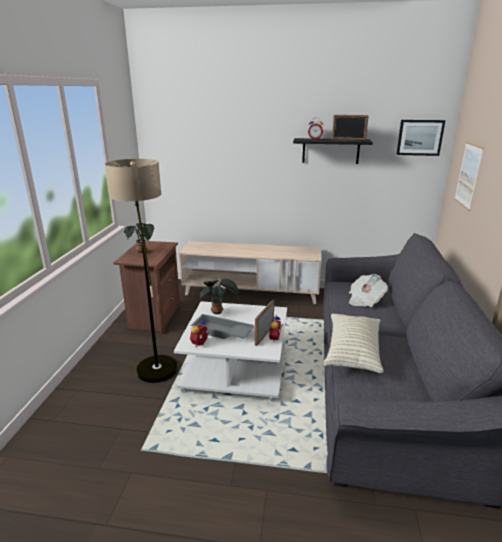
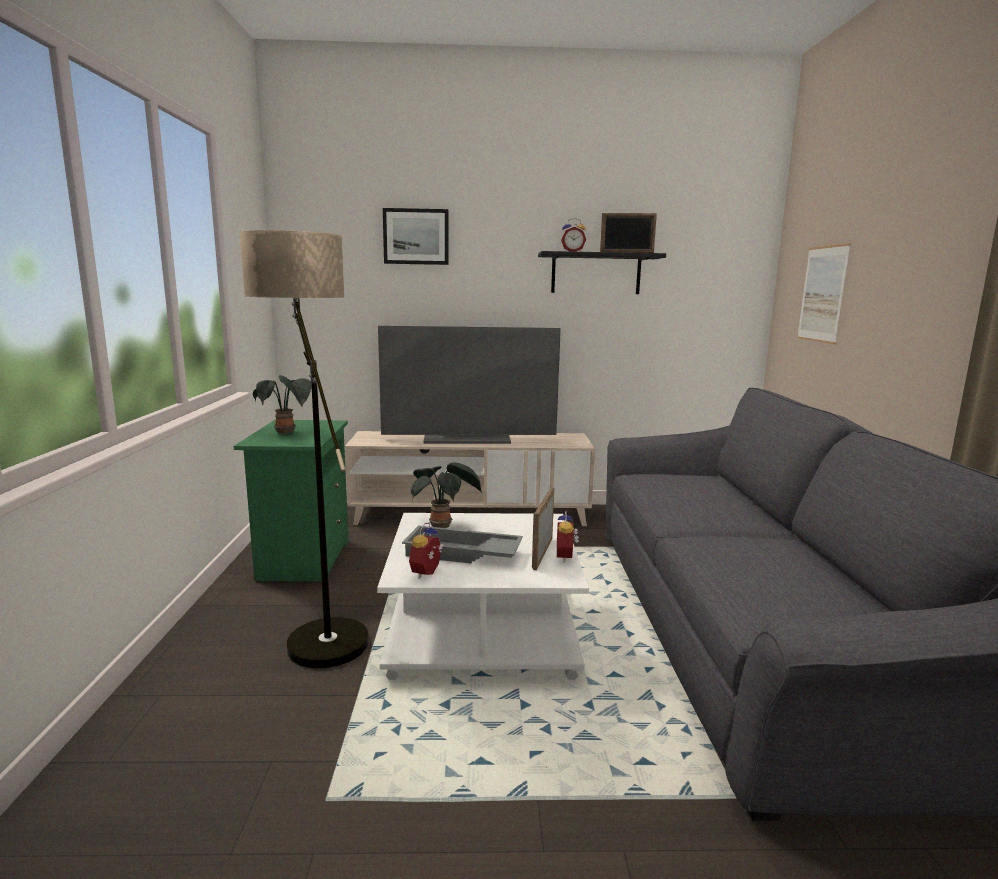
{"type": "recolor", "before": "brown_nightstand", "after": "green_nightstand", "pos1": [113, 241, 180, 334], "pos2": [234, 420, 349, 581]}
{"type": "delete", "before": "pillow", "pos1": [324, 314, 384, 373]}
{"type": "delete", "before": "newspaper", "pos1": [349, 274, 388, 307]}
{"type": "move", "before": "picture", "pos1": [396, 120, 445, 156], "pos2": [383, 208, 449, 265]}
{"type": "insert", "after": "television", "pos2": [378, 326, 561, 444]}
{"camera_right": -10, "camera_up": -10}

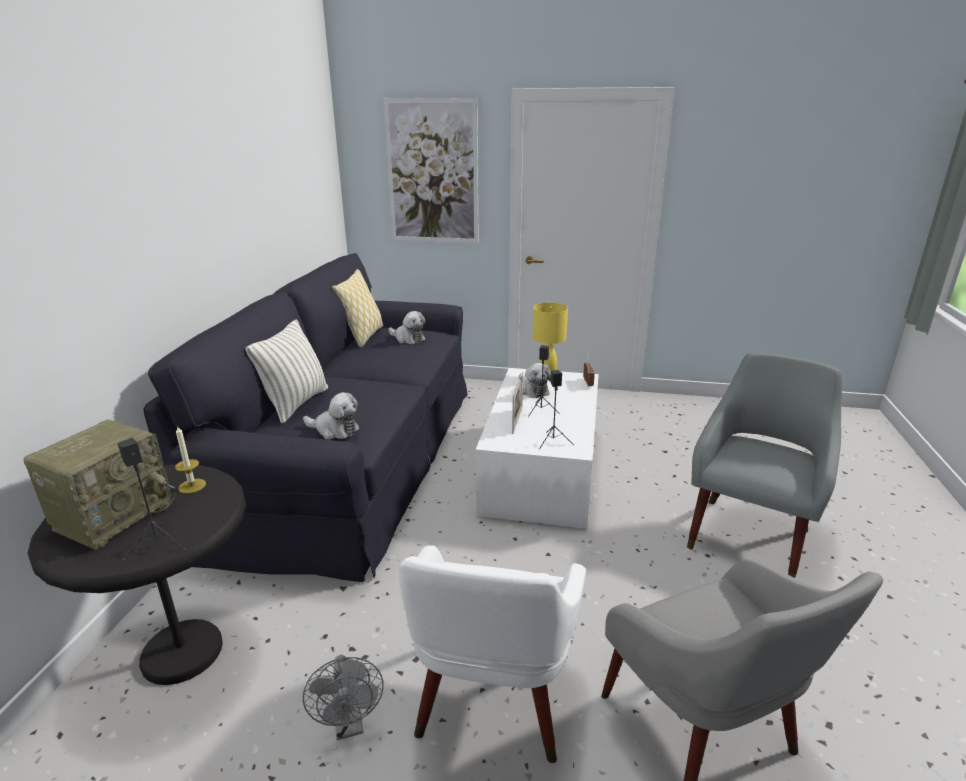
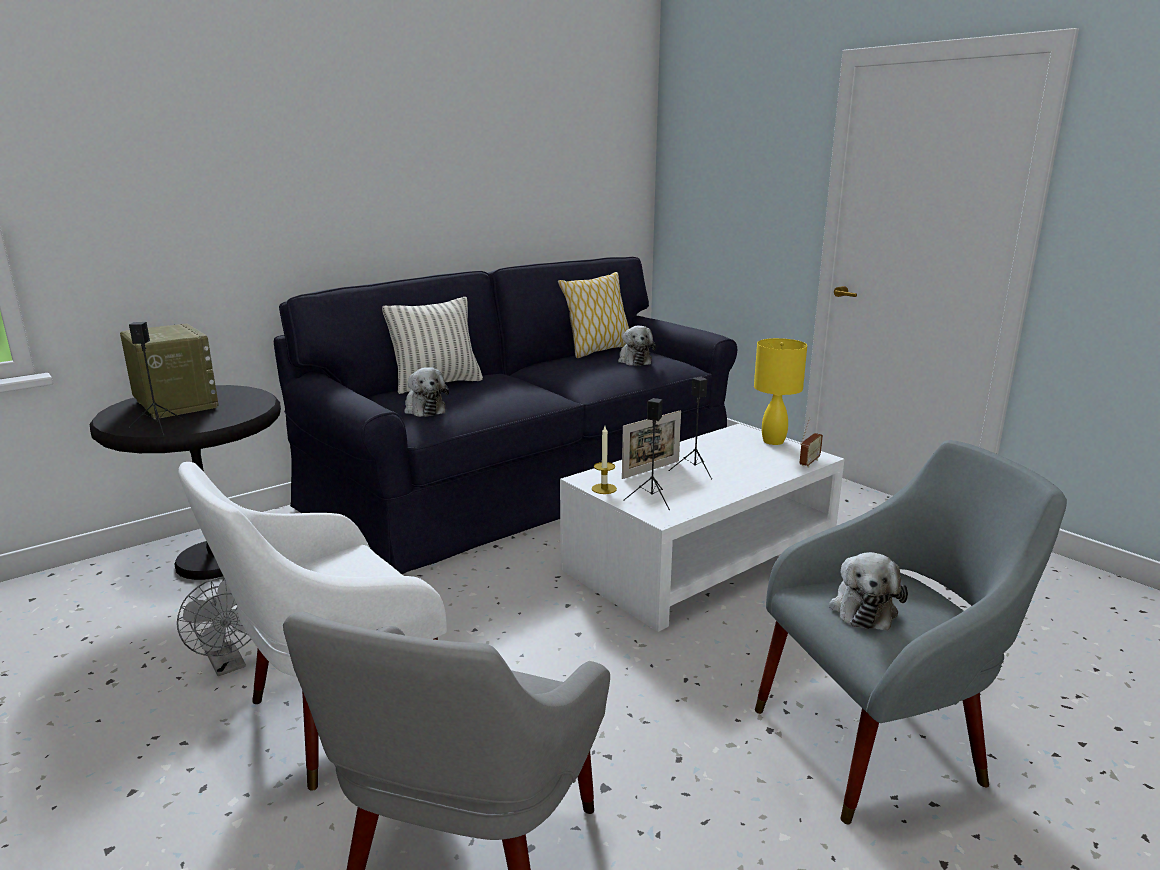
{"type": "rotate", "before": "radio", "pos1": [23, 420, 176, 550], "pos2": [120, 323, 219, 419], "turn": -105}
{"type": "move", "before": "candle", "pos1": [175, 425, 206, 494], "pos2": [592, 426, 617, 494]}
{"type": "rotate", "before": "grey_fan", "pos1": [303, 655, 384, 740], "pos2": [177, 577, 251, 676], "turn": -60}
{"type": "delete", "before": "picture", "pos1": [383, 98, 479, 243]}
{"type": "move", "before": "plush_toy", "pos1": [519, 363, 551, 398], "pos2": [829, 552, 908, 631]}
{"camera_right": 40, "camera_up": -5}

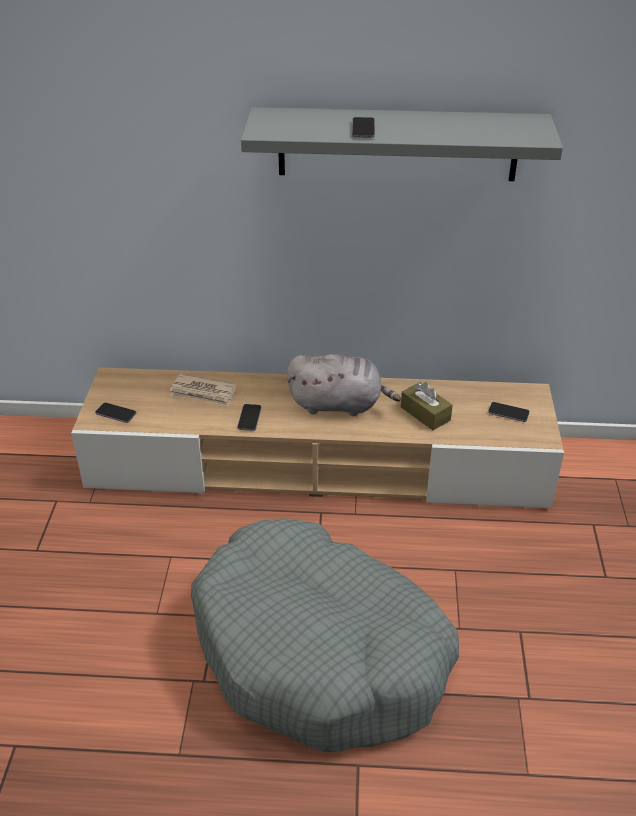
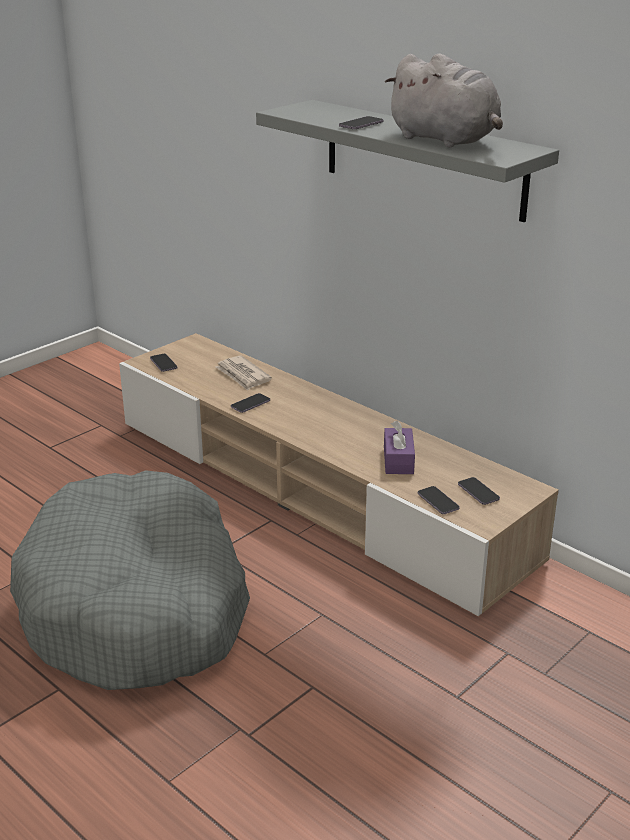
{"type": "move", "before": "grey_plush_toy", "pos1": [287, 354, 401, 416], "pos2": [385, 53, 503, 148]}
{"type": "recolor", "before": "brown_tissue_box", "after": "purple_tissue_box", "pos1": [401, 382, 453, 430], "pos2": [384, 420, 415, 474]}
{"type": "insert", "after": "phone", "pos2": [418, 486, 460, 514]}
{"camera_right": 40, "camera_up": -10}

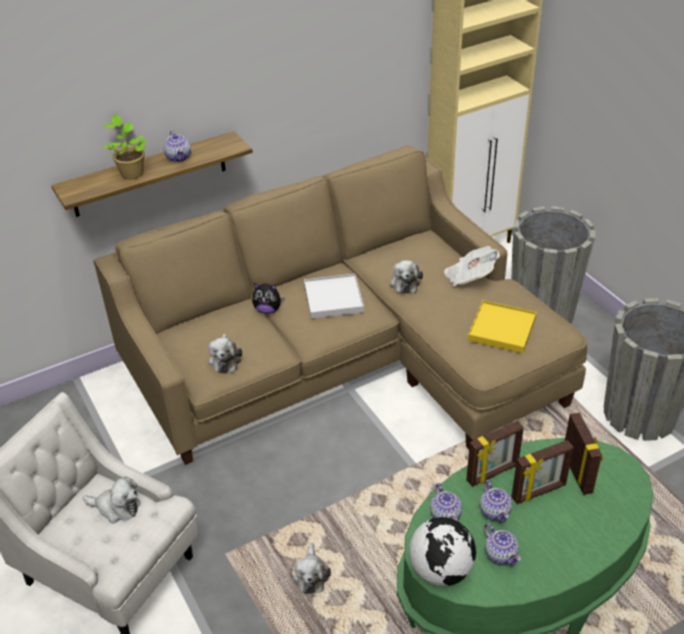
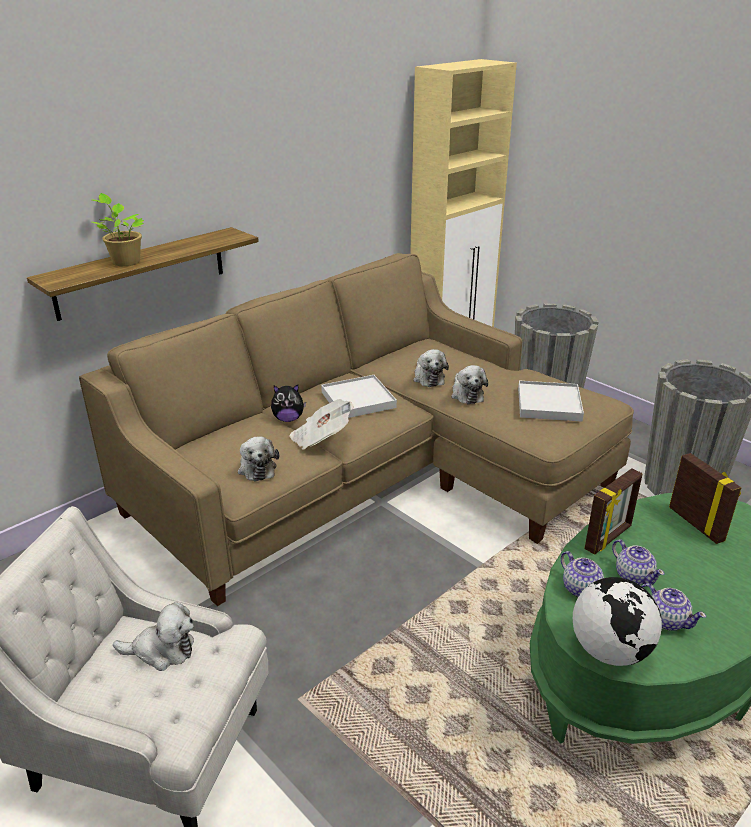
{"type": "delete", "before": "teapot", "pos1": [164, 131, 191, 162]}
{"type": "move", "before": "plush_toy", "pos1": [293, 543, 331, 594], "pos2": [451, 365, 488, 404]}
{"type": "move", "before": "newspaper", "pos1": [444, 246, 500, 286], "pos2": [289, 399, 354, 450]}
{"type": "recolor", "before": "yellow_tray", "after": "white_tray", "pos1": [468, 300, 536, 353], "pos2": [518, 381, 584, 422]}
{"type": "delete", "before": "picture_frame", "pos1": [511, 440, 574, 504]}
{"camera_right": -15, "camera_up": -10}

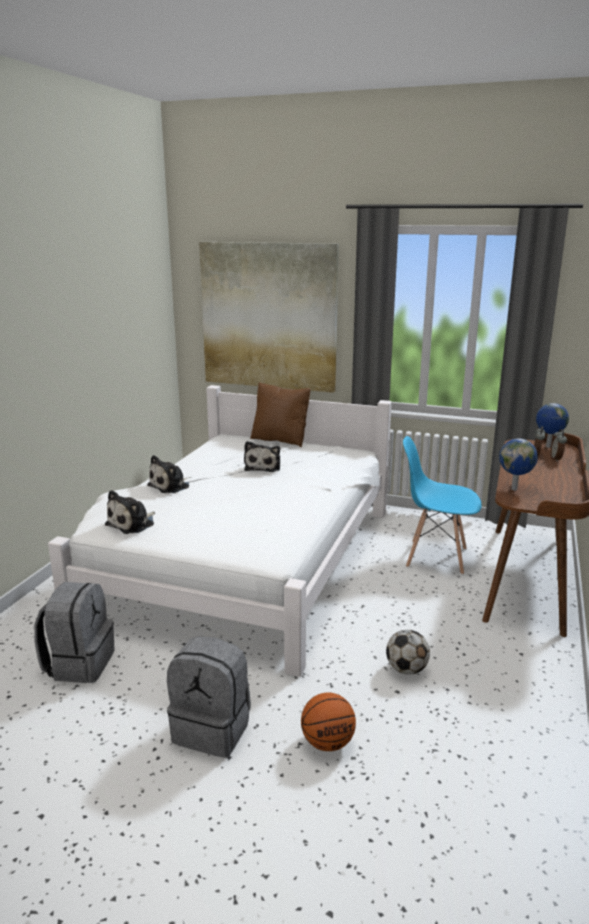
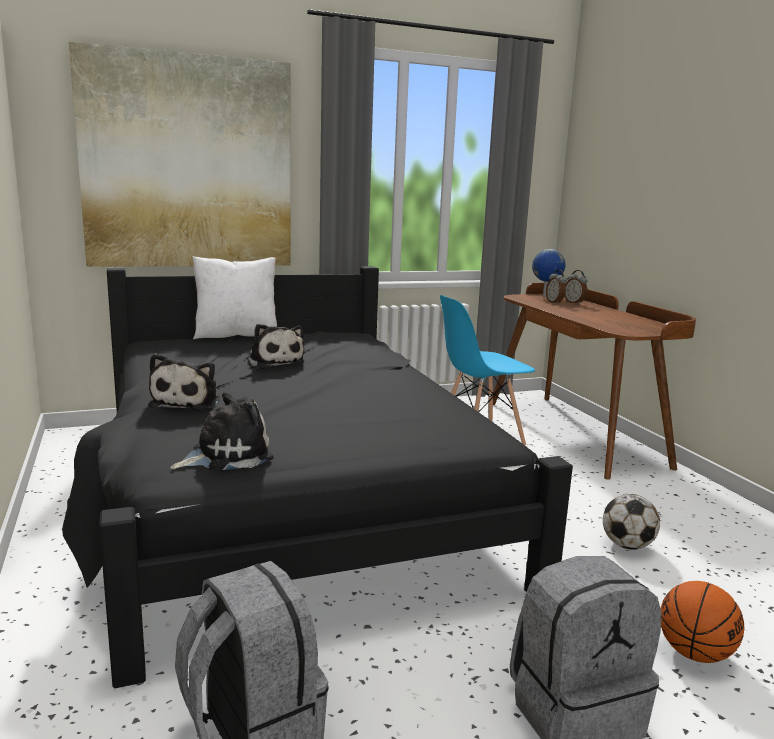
{"type": "recolor", "before": "white_bed", "after": "black_bed", "pos1": [48, 385, 392, 677], "pos2": [62, 266, 573, 688]}
{"type": "rotate", "before": "plush_toy", "pos1": [105, 490, 155, 534], "pos2": [170, 392, 274, 471], "turn": -120}
{"type": "recolor", "before": "brown_pillow", "after": "white_pillow", "pos1": [250, 382, 311, 447], "pos2": [193, 256, 277, 339]}
{"type": "delete", "before": "globe", "pos1": [499, 438, 538, 491]}
{"camera_right": -40, "camera_up": -5}

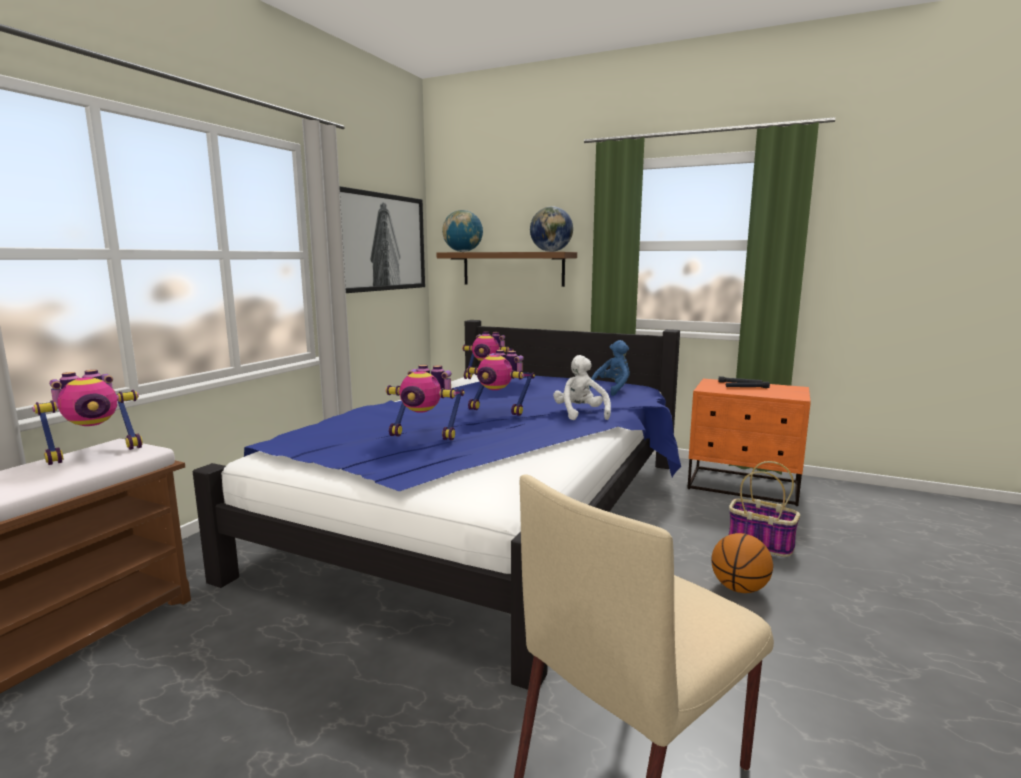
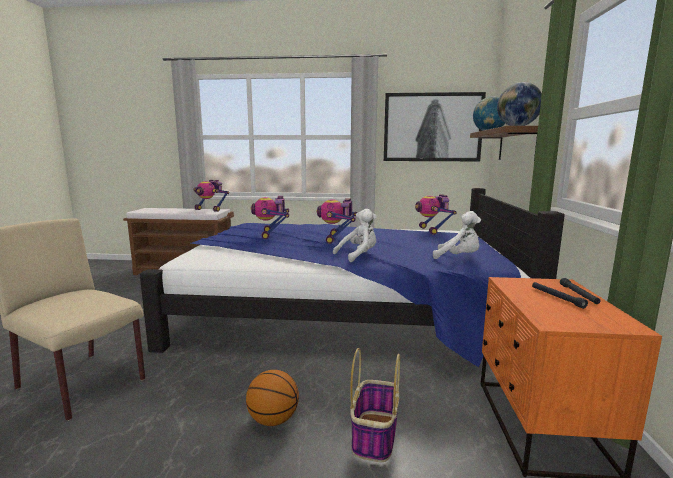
{"type": "recolor", "before": "blue_plush_toy", "after": "white_plush_toy", "pos1": [589, 340, 630, 396], "pos2": [433, 211, 481, 259]}
{"camera_right": 70, "camera_up": 0}

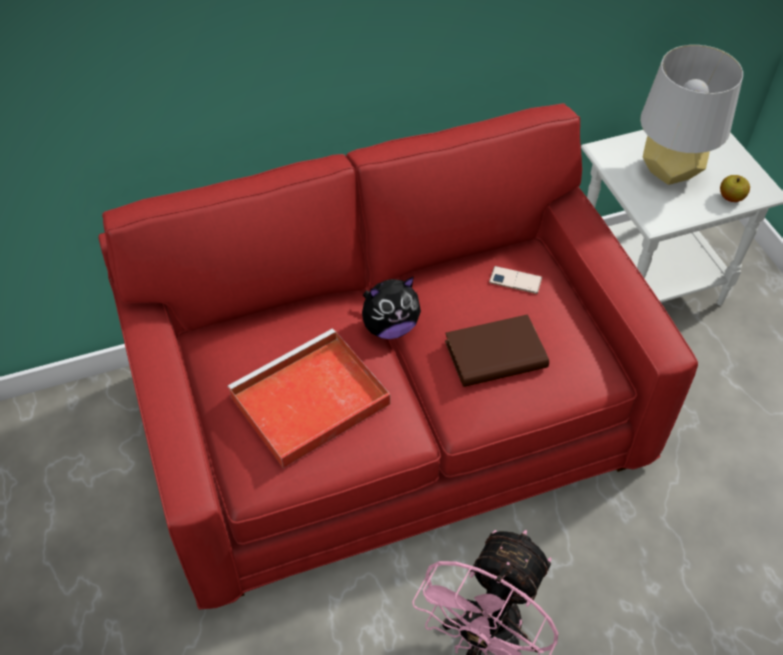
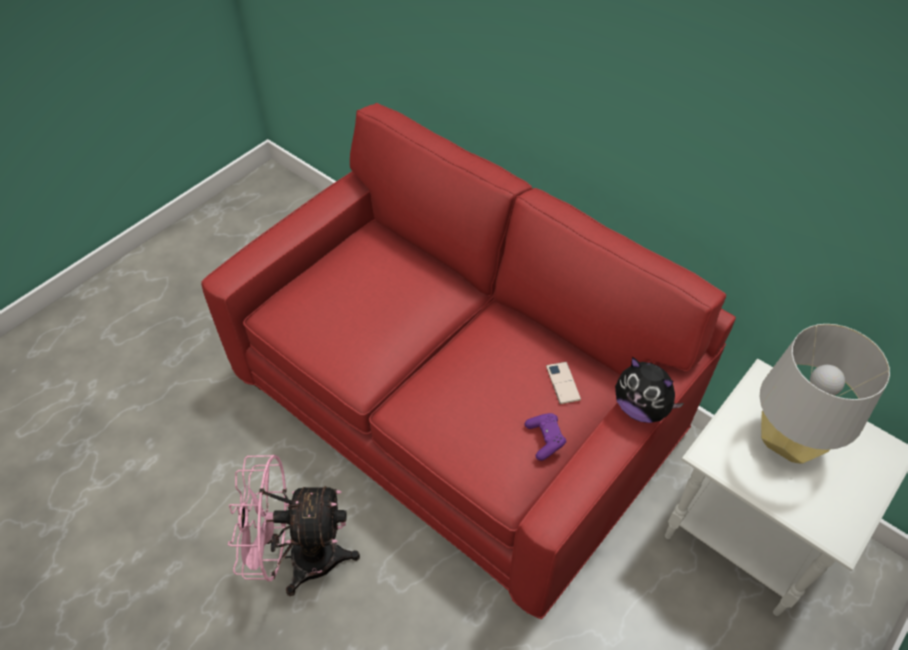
{"type": "delete", "before": "red_tray", "pos1": [227, 329, 390, 468]}
{"type": "move", "before": "plush_toy", "pos1": [362, 276, 421, 339], "pos2": [615, 357, 684, 423]}
{"type": "delete", "before": "brown_book", "pos1": [445, 314, 549, 387]}
{"type": "delete", "before": "apple", "pos1": [720, 175, 750, 202]}
{"type": "insert", "after": "purple_game_controller", "pos2": [525, 413, 566, 461]}
{"camera_right": 60, "camera_up": 0}

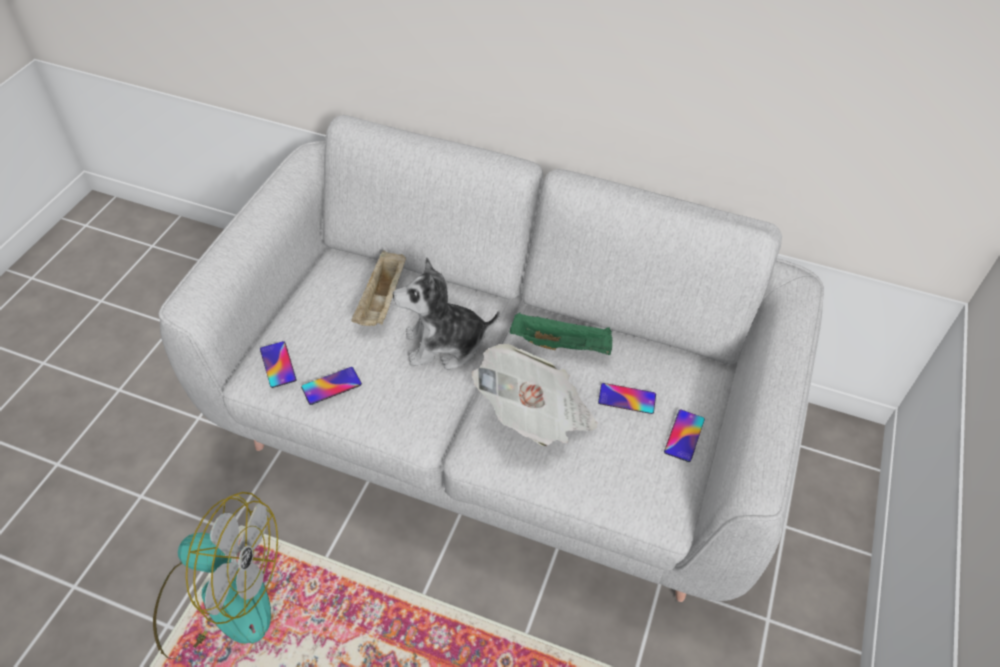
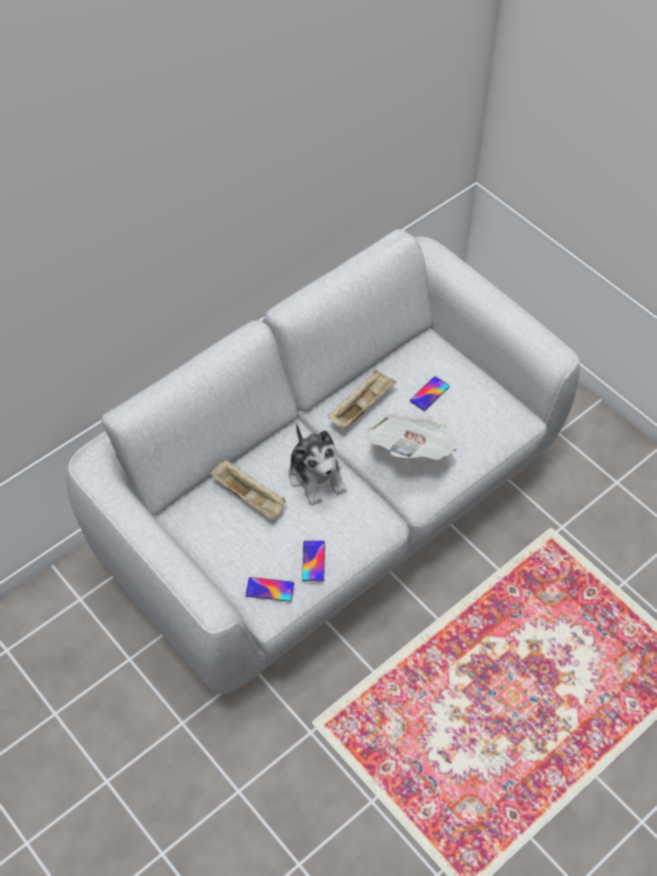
{"type": "delete", "before": "fan", "pos1": [153, 492, 278, 659]}
{"type": "rotate", "before": "plush_toy", "pos1": [393, 257, 500, 370], "pos2": [288, 424, 347, 506], "turn": -45}
{"type": "recolor", "before": "green_tray", "after": "beige_tray", "pos1": [510, 313, 612, 355], "pos2": [328, 370, 397, 429]}
{"type": "delete", "before": "phone", "pos1": [664, 410, 705, 462]}
{"camera_right": -60, "camera_up": 5}

